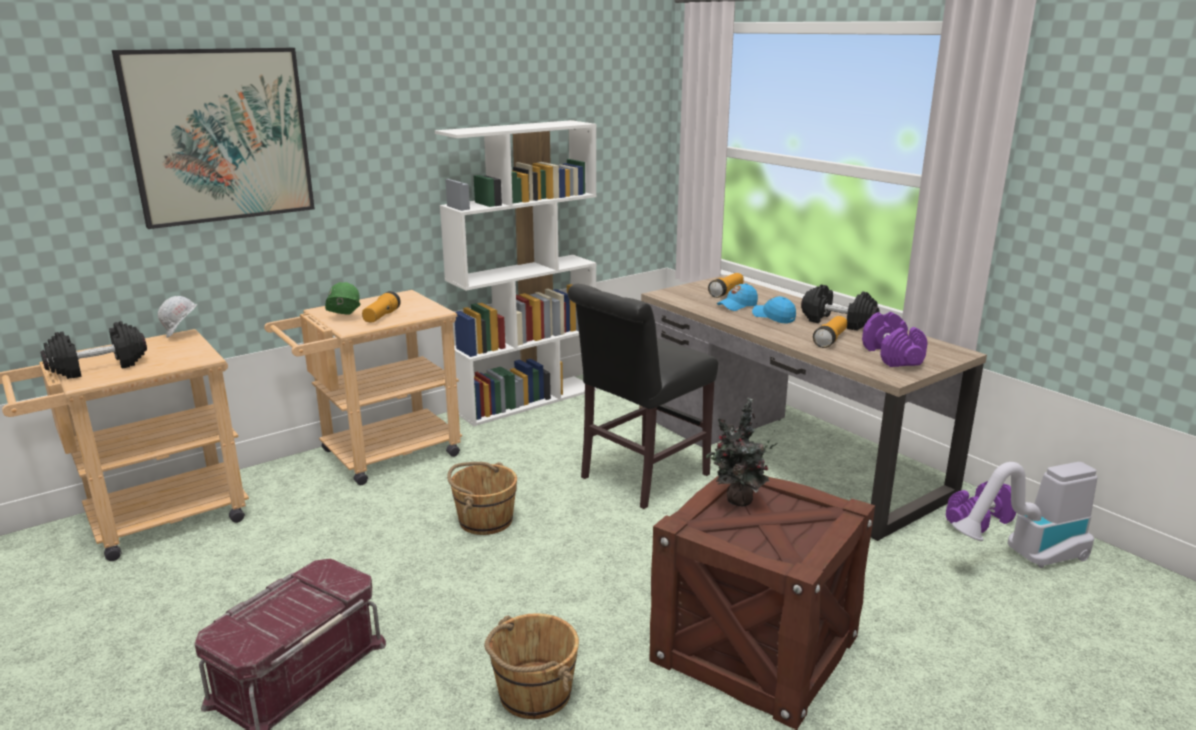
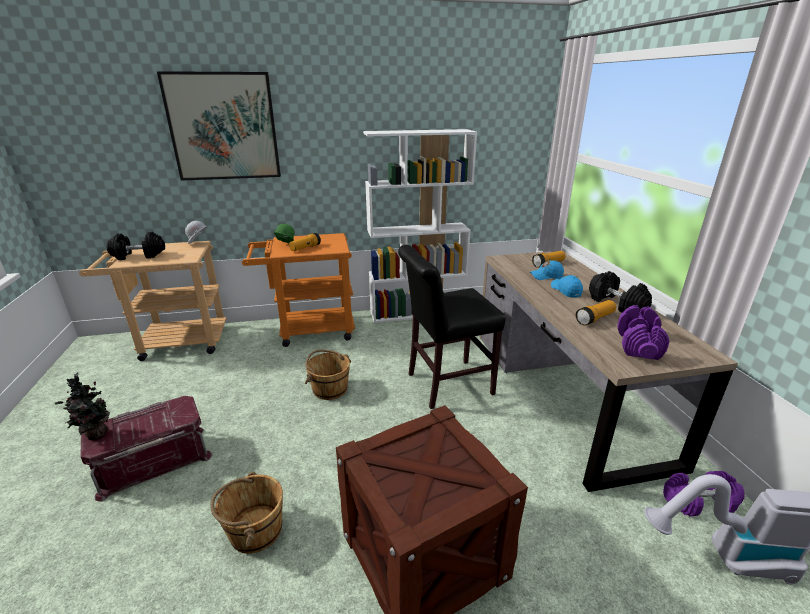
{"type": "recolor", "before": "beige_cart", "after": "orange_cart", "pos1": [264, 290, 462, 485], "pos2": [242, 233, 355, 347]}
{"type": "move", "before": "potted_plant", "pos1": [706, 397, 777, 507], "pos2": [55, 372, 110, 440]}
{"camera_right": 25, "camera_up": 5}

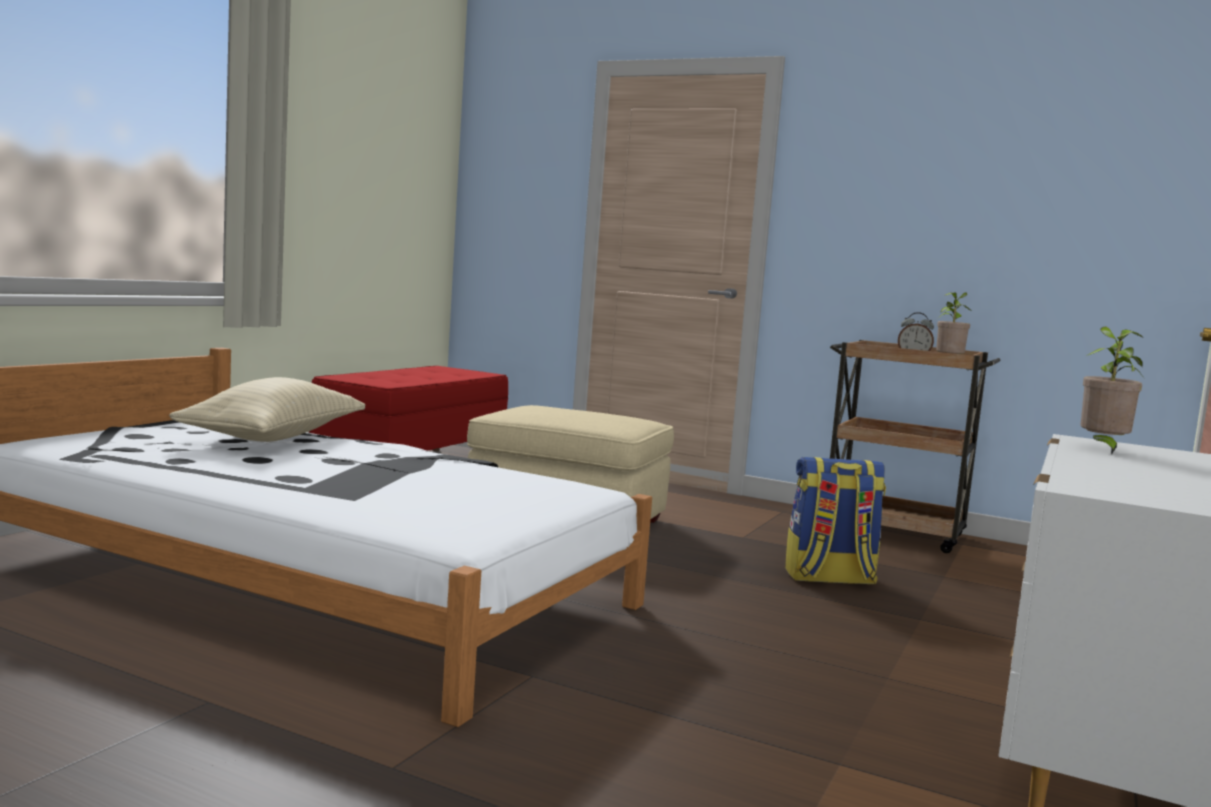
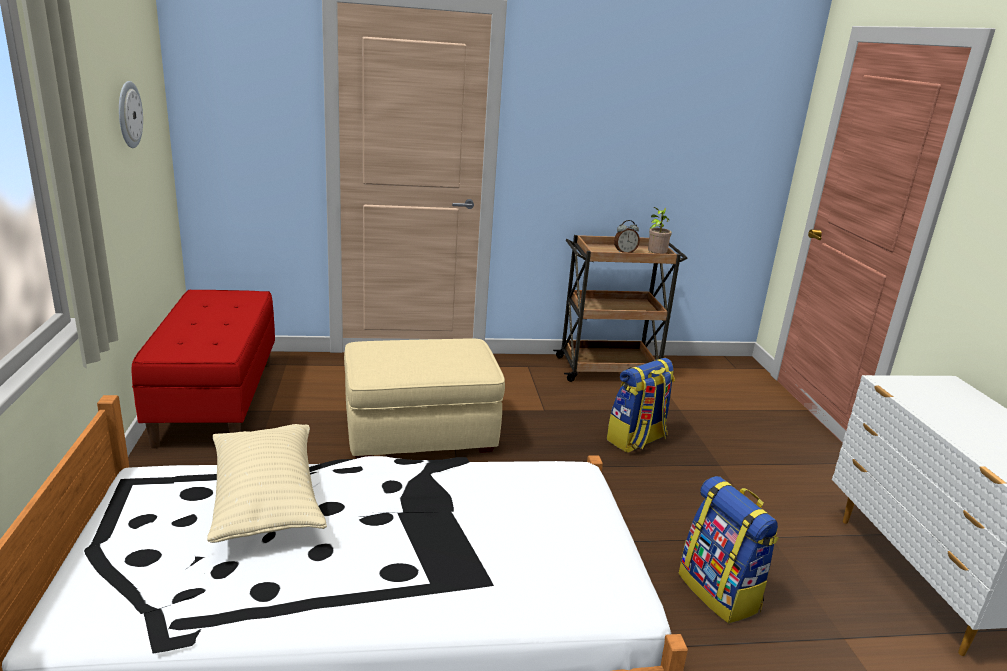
{"type": "delete", "before": "potted_plant", "pos1": [1081, 327, 1144, 455]}
{"type": "insert", "after": "wall_clock", "pos2": [119, 81, 143, 148]}
{"type": "insert", "after": "backpack", "pos2": [679, 476, 779, 624]}
{"camera_right": -35, "camera_up": 15}

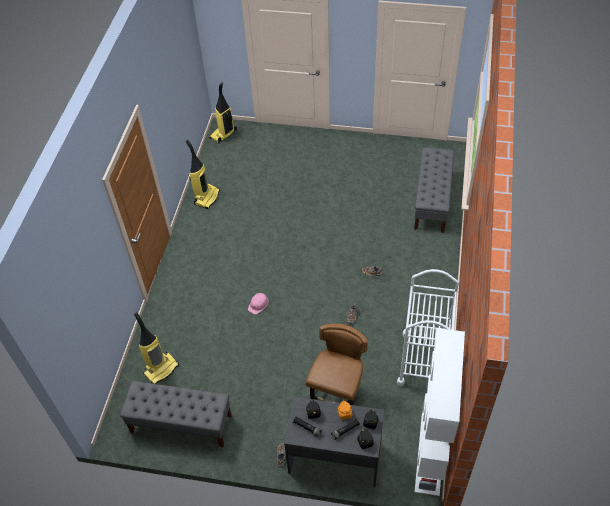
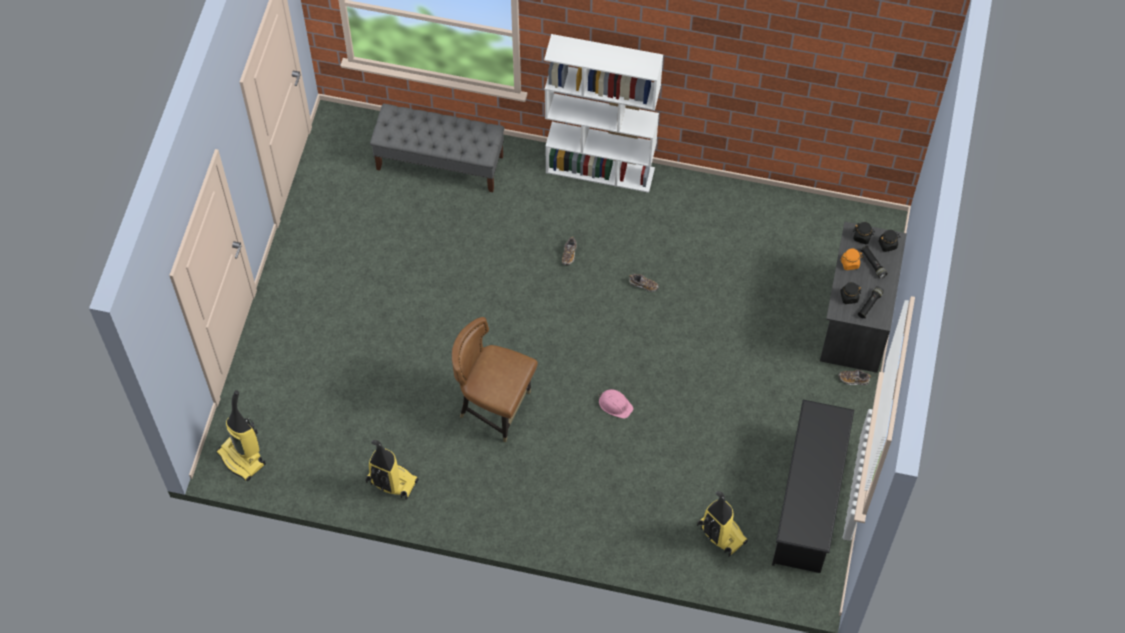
{"type": "replace", "before": "grey_bench", "after": "black_shoe_rack", "pos1": [120, 381, 232, 447], "pos2": [772, 400, 854, 573]}
{"type": "move", "before": "brown_chair", "pos1": [306, 324, 368, 405], "pos2": [452, 317, 538, 442]}
{"type": "delete", "before": "white_cart", "pos1": [397, 269, 459, 386]}
{"type": "move", "before": "white_bookcase", "pos1": [415, 328, 465, 496], "pos2": [544, 34, 663, 193]}
{"camera_right": -90, "camera_up": 10}

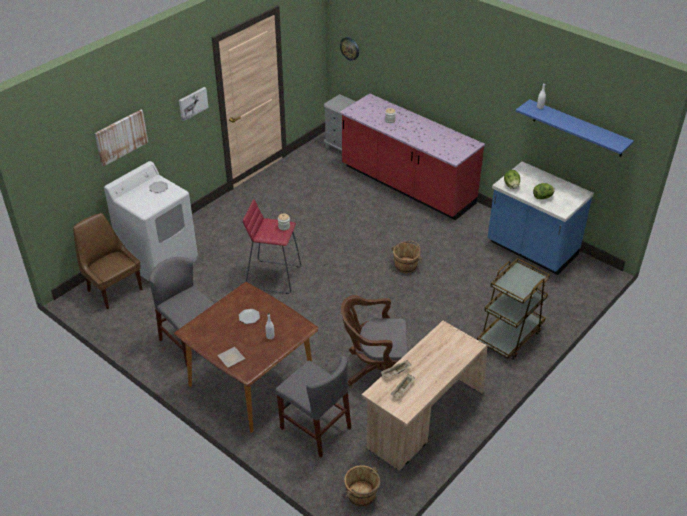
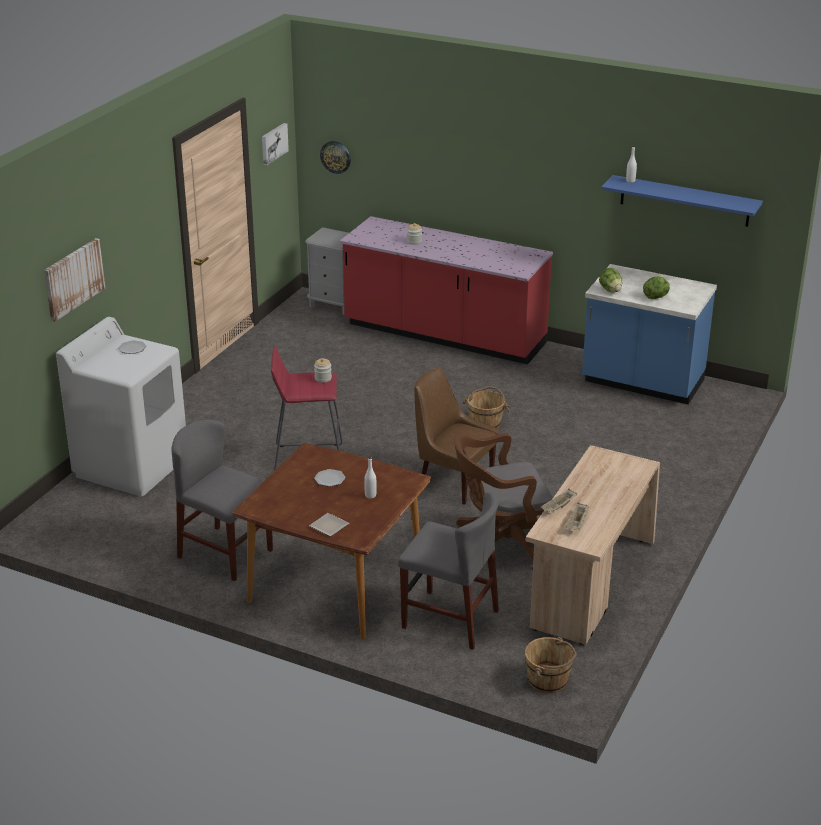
{"type": "move", "before": "brown_chair", "pos1": [73, 213, 142, 309], "pos2": [414, 367, 499, 505]}
{"type": "move", "before": "picture", "pos1": [179, 87, 209, 121], "pos2": [262, 123, 289, 165]}
{"type": "delete", "before": "brown_cart", "pos1": [477, 258, 550, 360]}
{"camera_right": -15, "camera_up": -10}

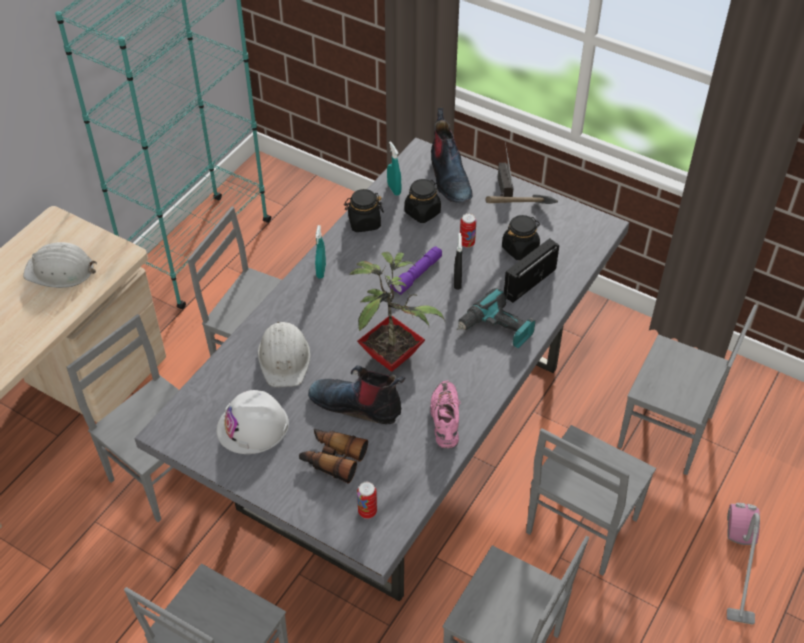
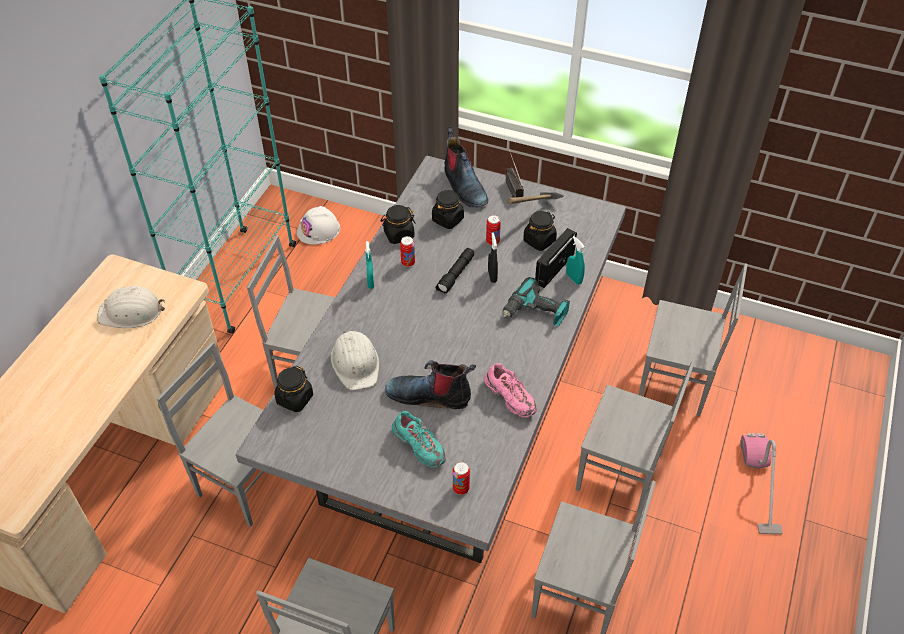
{"type": "move", "before": "white_hard_hat", "pos1": [217, 390, 289, 454], "pos2": [297, 206, 340, 245]}
{"type": "replace", "before": "binoculars", "after": "turquoise_shoe", "pos1": [299, 429, 368, 484], "pos2": [392, 411, 446, 468]}
{"type": "delete", "before": "potted_plant", "pos1": [349, 252, 445, 372]}
{"type": "move", "before": "turquoise_spray_bottle", "pos1": [387, 141, 402, 196], "pos2": [566, 236, 585, 285]}
{"type": "recolor", "before": "purple_flashlight", "after": "black_flashlight", "pos1": [390, 246, 442, 295], "pos2": [436, 248, 474, 294]}
{"type": "rotate", "before": "pink_shoe", "pos1": [430, 380, 461, 449], "pos2": [484, 363, 537, 418], "turn": 150}
{"type": "rotate", "before": "grey_chair", "pos1": [526, 425, 656, 575], "pos2": [576, 358, 696, 513], "turn": -90}
{"type": "insert", "after": "black_jar", "pos2": [274, 366, 313, 412]}
{"type": "insert", "after": "can", "pos2": [400, 236, 415, 267]}
{"camera_right": -10, "camera_up": 0}

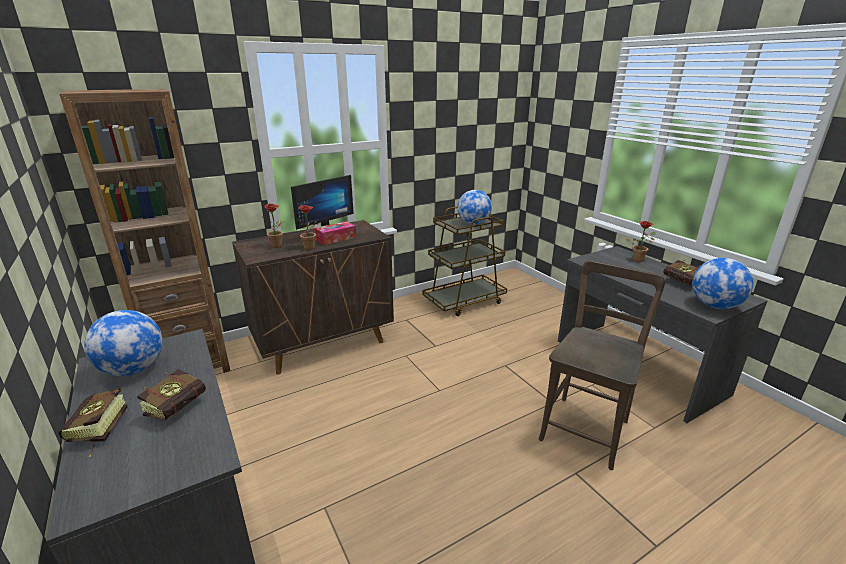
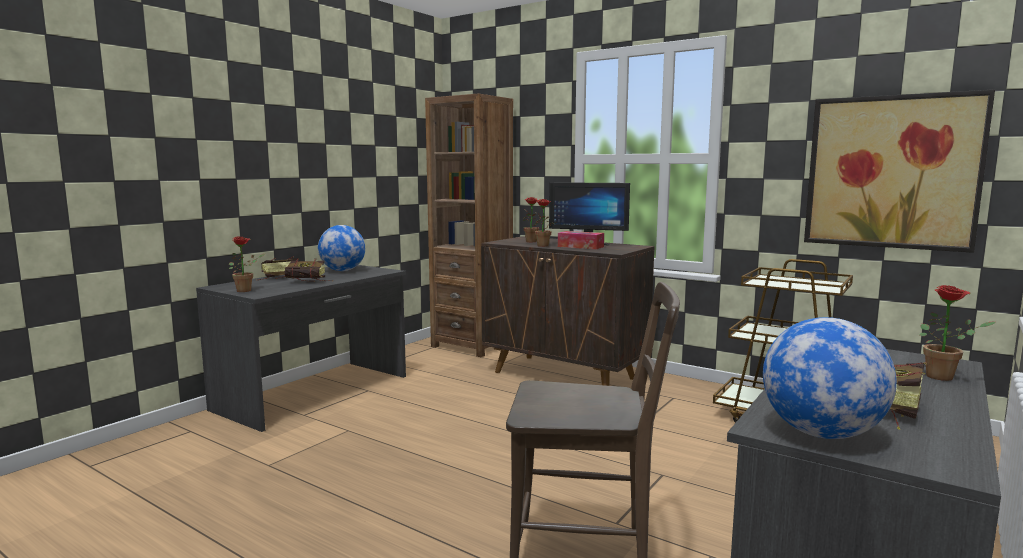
{"type": "delete", "before": "globe", "pos1": [457, 190, 492, 225]}
{"type": "insert", "after": "potted_plant", "pos2": [229, 237, 266, 292]}
{"type": "insert", "after": "picture", "pos2": [804, 89, 995, 253]}
{"camera_right": 65, "camera_up": -15}

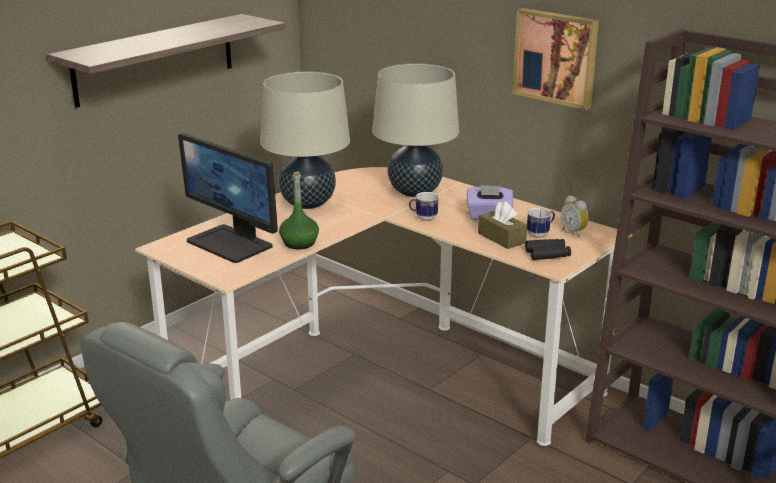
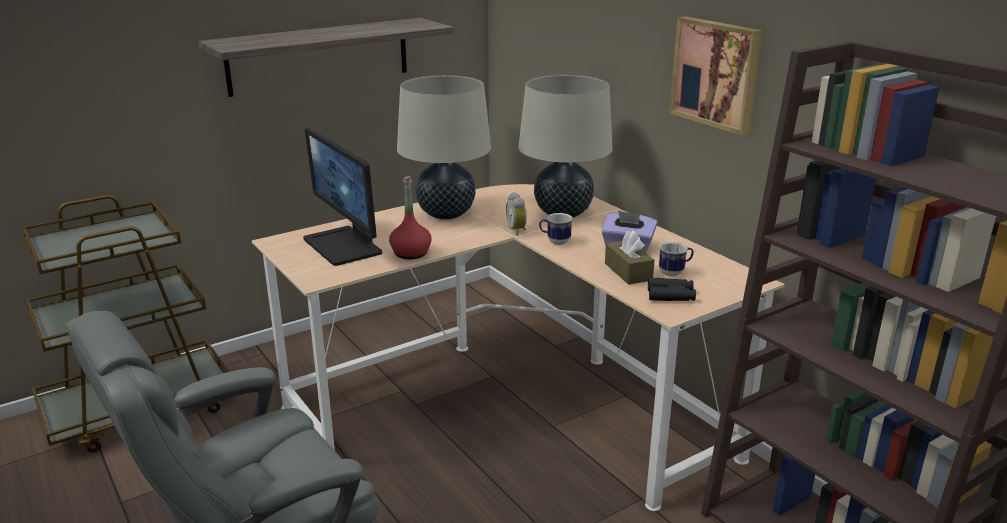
{"type": "recolor", "before": "green_bottle", "after": "red_bottle", "pos1": [279, 171, 319, 249], "pos2": [389, 176, 432, 259]}
{"type": "move", "before": "alarm_clock", "pos1": [561, 195, 589, 238], "pos2": [506, 192, 527, 236]}
{"camera_right": 15, "camera_up": 0}

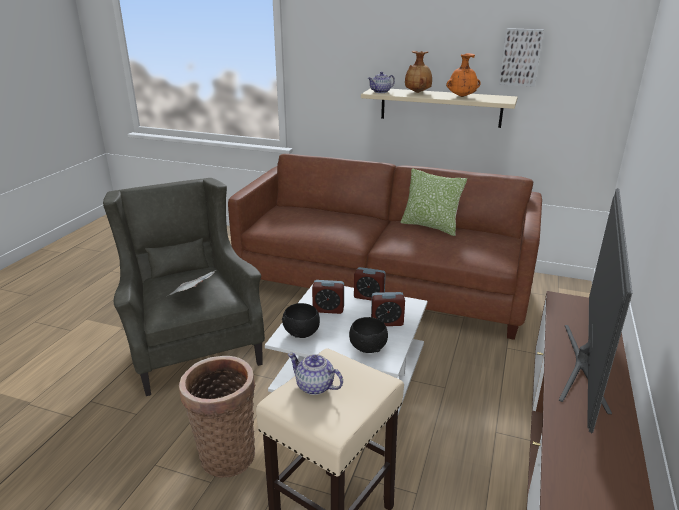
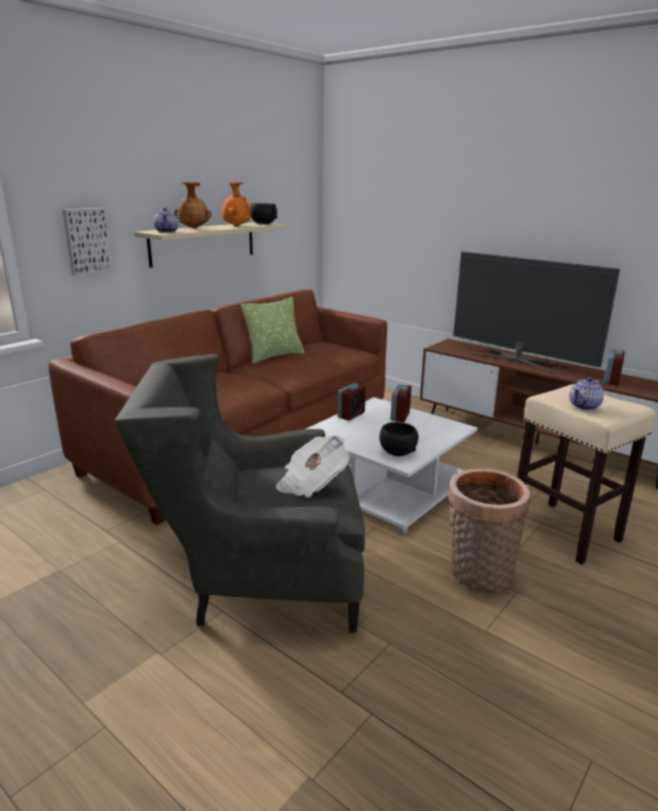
{"type": "move", "before": "alarm_clock", "pos1": [312, 280, 344, 314], "pos2": [604, 349, 625, 385]}
{"type": "move", "before": "black_bowl", "pos1": [349, 317, 388, 353], "pos2": [250, 203, 278, 224]}
{"type": "move", "before": "picture", "pos1": [499, 28, 544, 87], "pos2": [62, 208, 113, 276]}
{"camera_right": -70, "camera_up": -5}

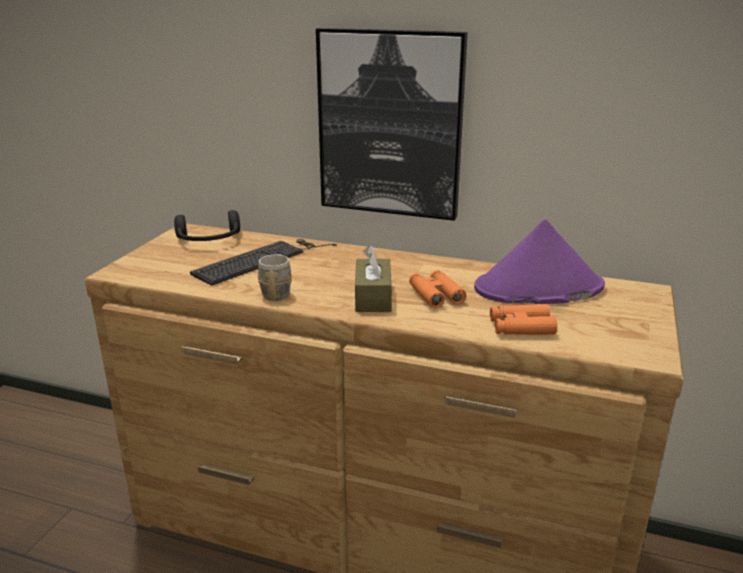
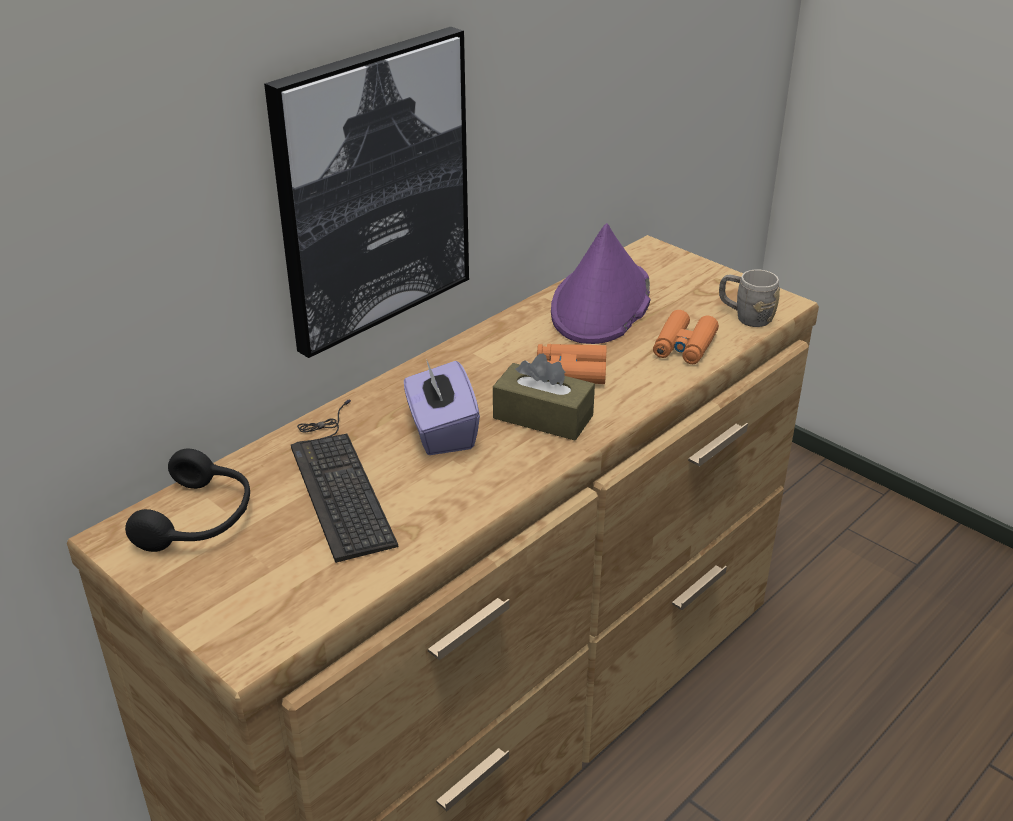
{"type": "move", "before": "grey_mug", "pos1": [258, 254, 291, 301], "pos2": [719, 270, 780, 327]}
{"type": "insert", "after": "purple_tissue_box", "pos2": [404, 359, 480, 455]}
{"camera_right": -65, "camera_up": 10}

